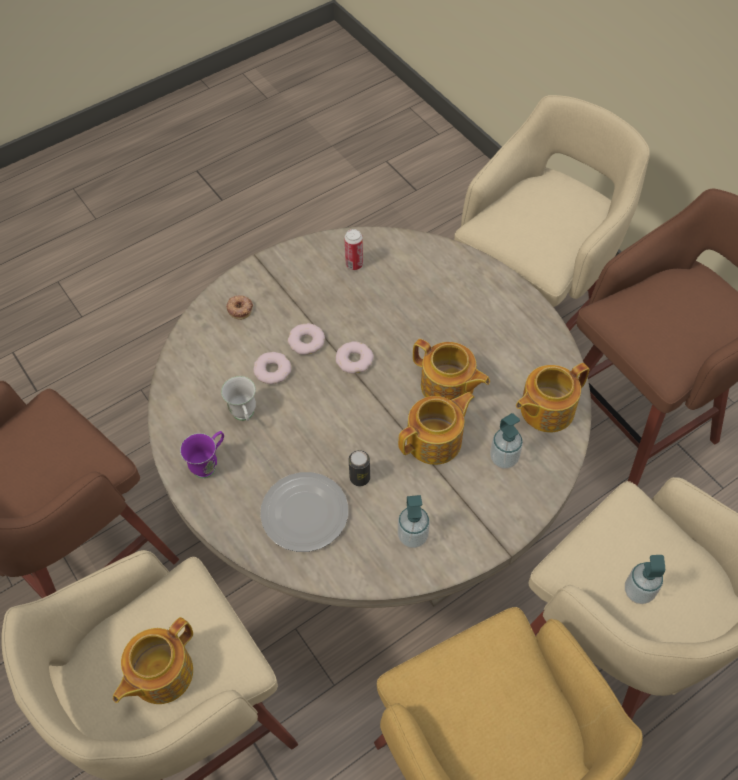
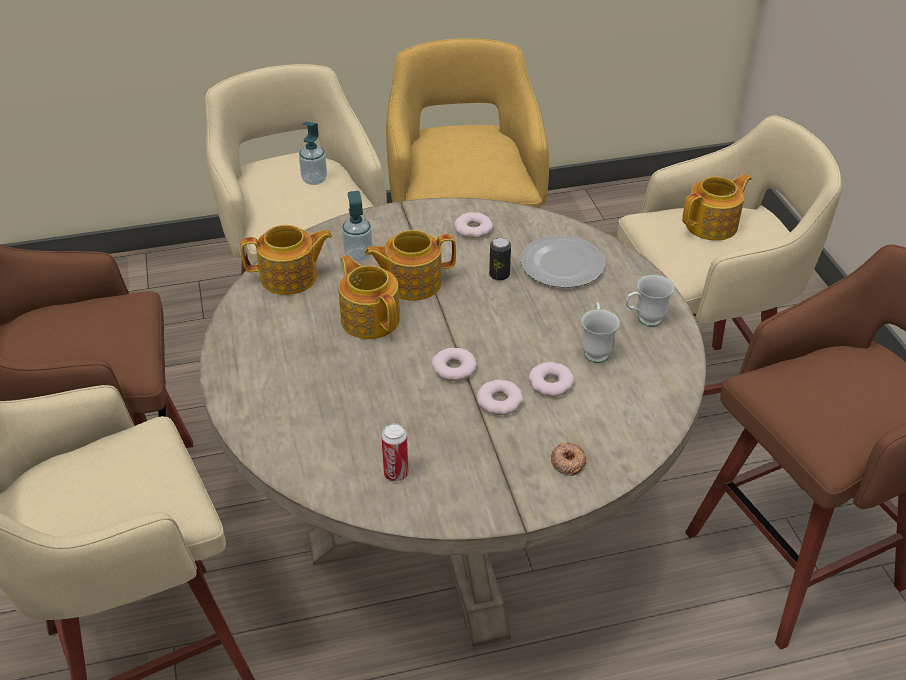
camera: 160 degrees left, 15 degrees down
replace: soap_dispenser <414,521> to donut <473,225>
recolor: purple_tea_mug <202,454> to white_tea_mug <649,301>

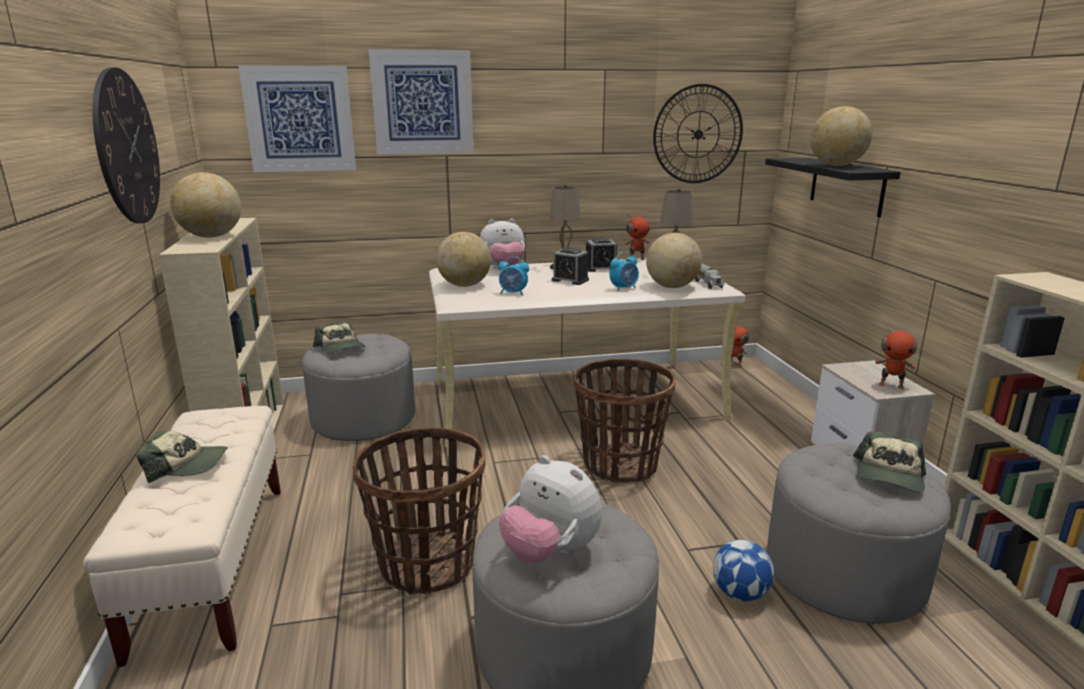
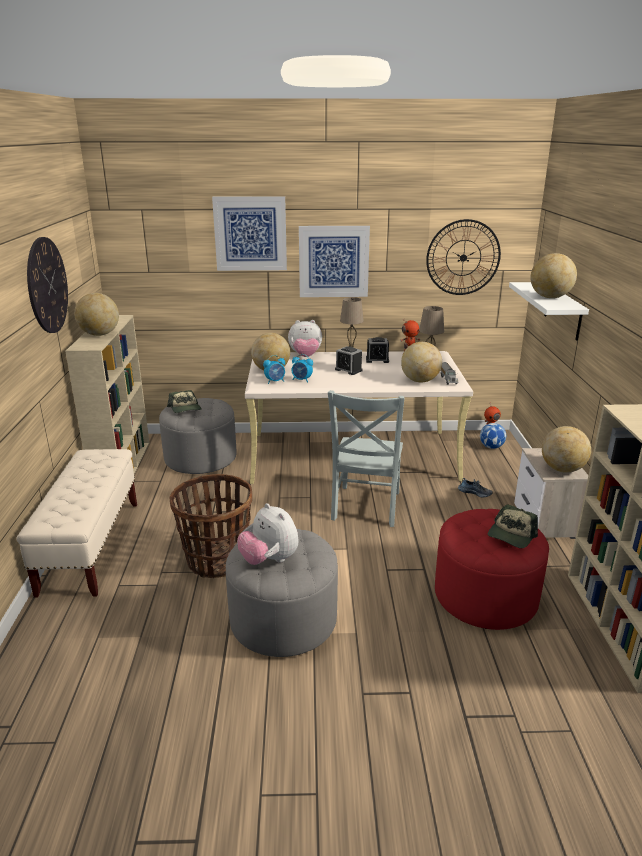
camera: 10 degrees right, 5 degrees up
delete: peaked_cap <182,457>
insert: item_of_footwear <475,487>
move: picture <297,118> to <334,261>; alarm_clock <624,271> to <274,369>; football <743,570> to <493,436>
replace: storage_basket <624,421> to grey_plain_chair <366,458>; model_robot <896,356> to desk_globe <566,449>
recolor: black-coloured_wall_shelf <833,187> to white_wall_shelf <549,311>; grey_ottoman <859,533> to reddish_ottoman <492,569>

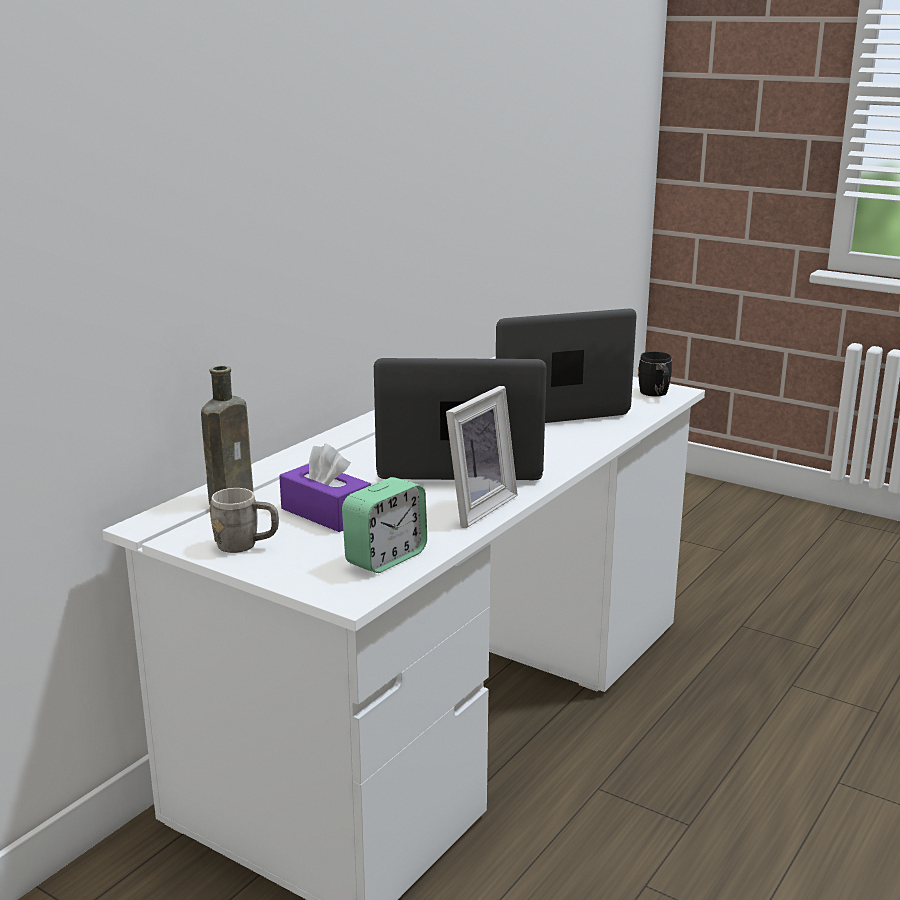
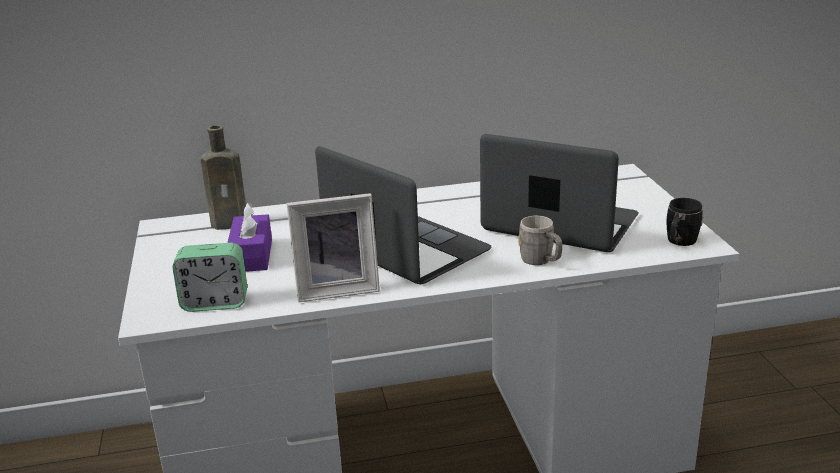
camera: 45 degrees right, 5 degrees up
move: grey_tea_mug <244,520> to <540,240>

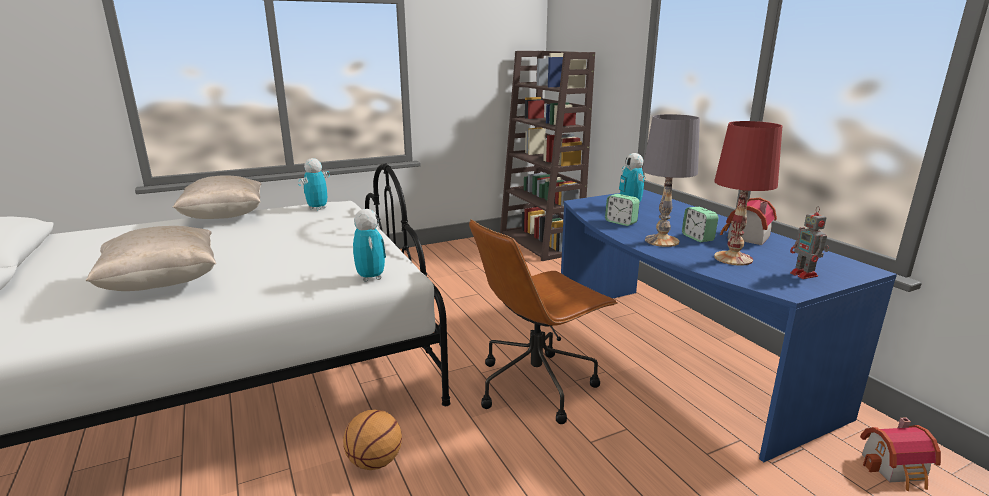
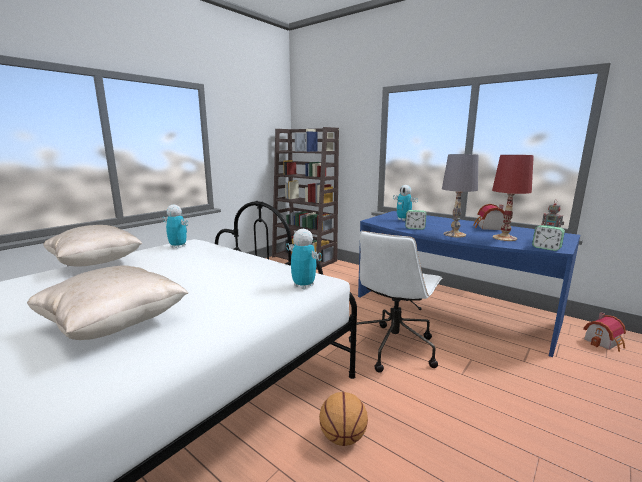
camera: 25 degrees left, 5 degrees down
move: alarm_clock <700,224> to <548,238>
recolor: brown_desk_chair <543,321> to white_desk_chair <396,302>
rotate: model_robot <314,184> = <175,226> 120 degrees clockwise

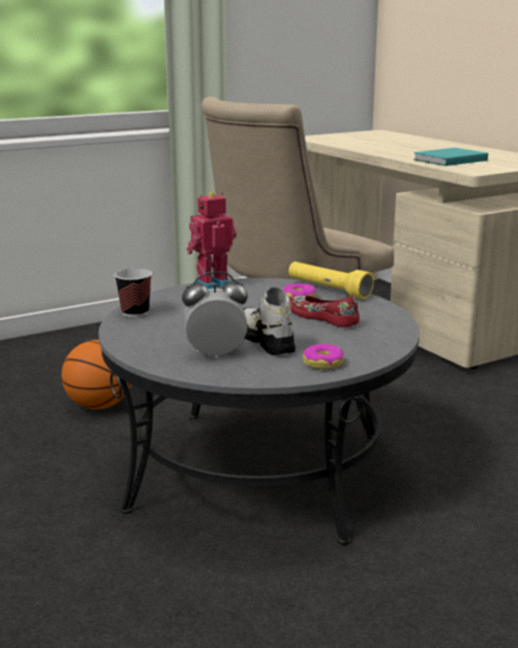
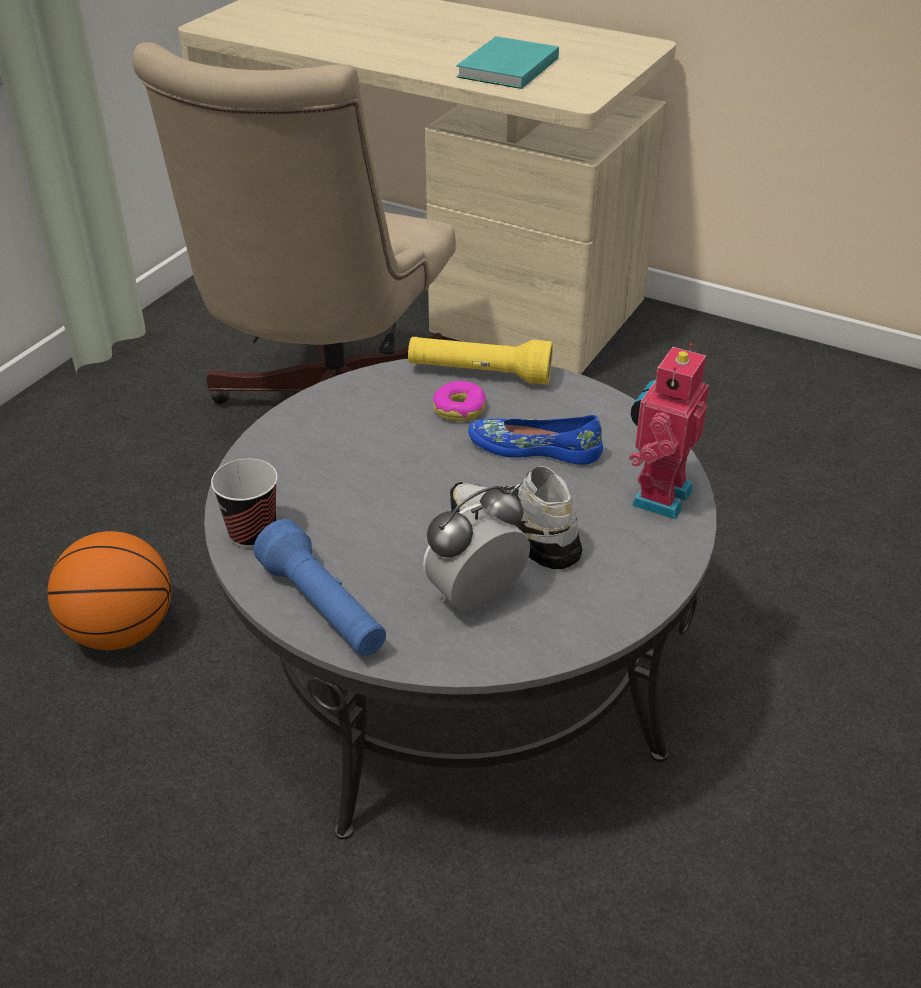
camera: 30 degrees left, 20 degrees up
delete: donut <323,356>
insert: blue_torch <320,587>
move: model_robot <211,240> to <669,431>
recolor: reddish_item_of_footwear <324,311> to blue_item_of_footwear <535,440>

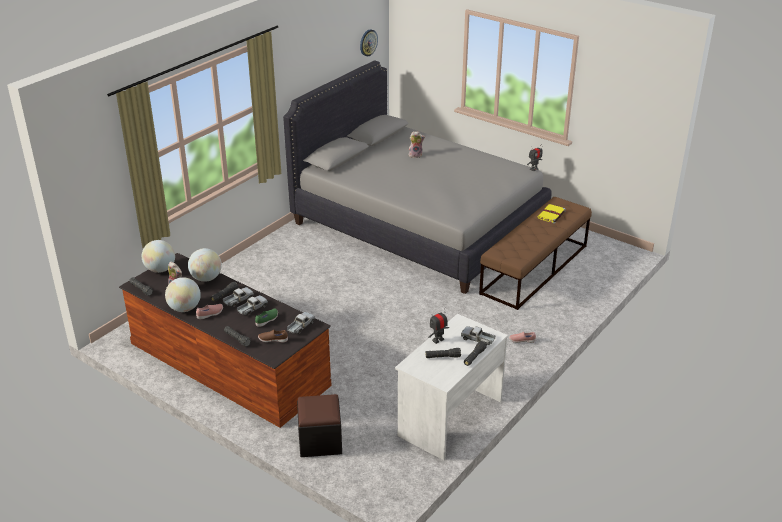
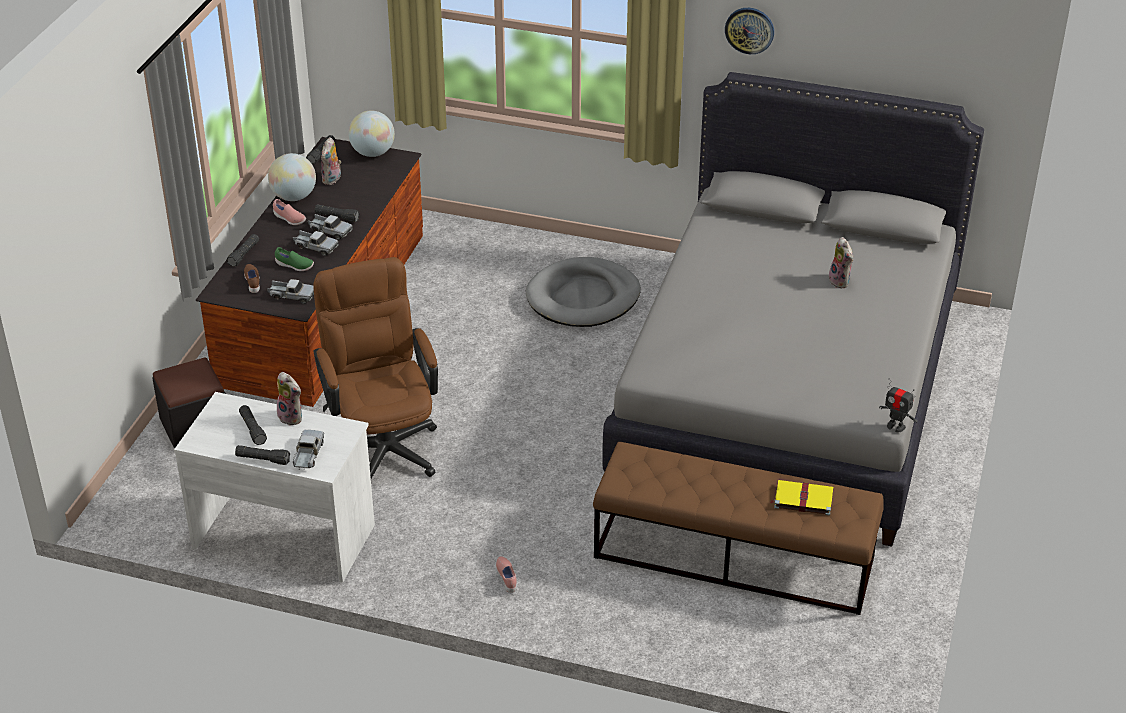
camera: 70 degrees right, 5 degrees up
delete: desk_globe <205,265>
insert: brown_desk_chair <375,368>; grey_pet_bed <583,292>
move: clock_on_the_wall <369,42> to <749,31>
replace: model_robot <438,325> to soft_toy <289,399>

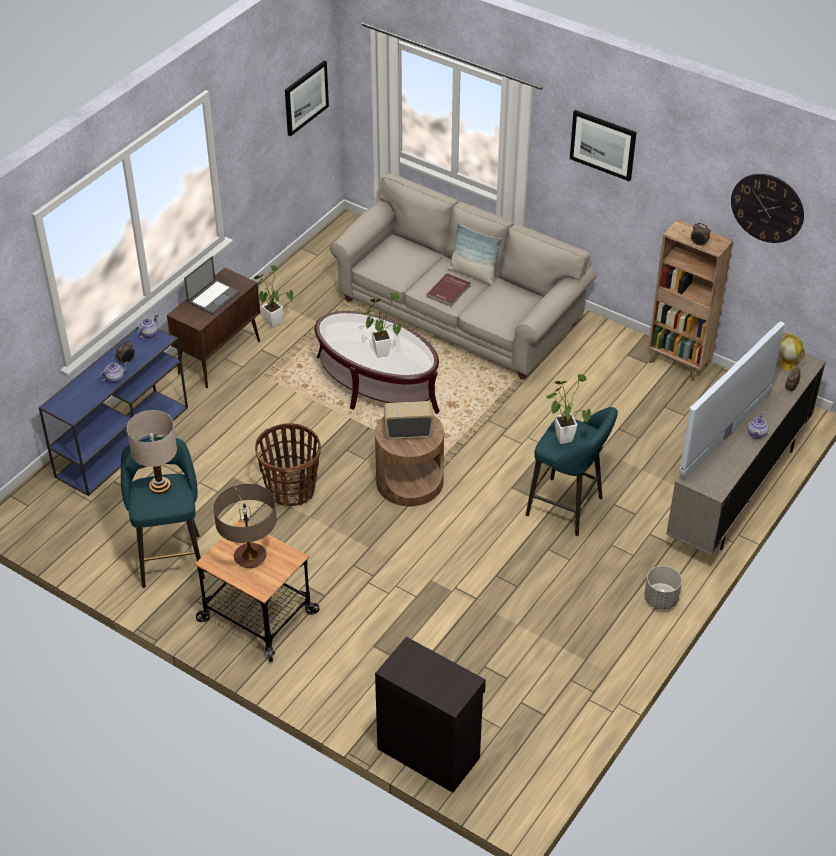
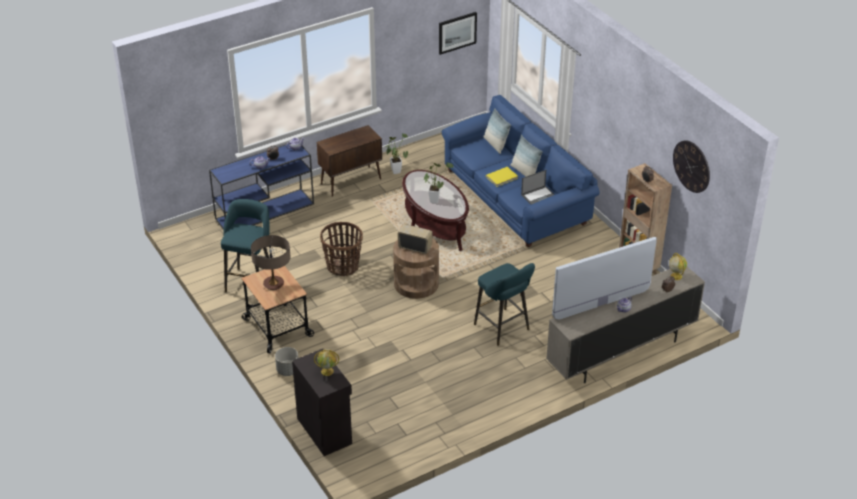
camera: 25 degrees right, 5 degrees down
delete: sand-coloured_tabletop_lamp <152,452>; plant_in_a_pot <568,409>; picture <603,145>
insert: desk_globe <326,362>; pillow <497,131>
move: portable_computer <212,285> to <538,187>; grey_plant_pot <663,588> to <286,361>
recolor: sand-coloured_settee <462,276> to blue_settee <521,171>; reddish_book <449,289> to yellow-coloured_book <502,177>

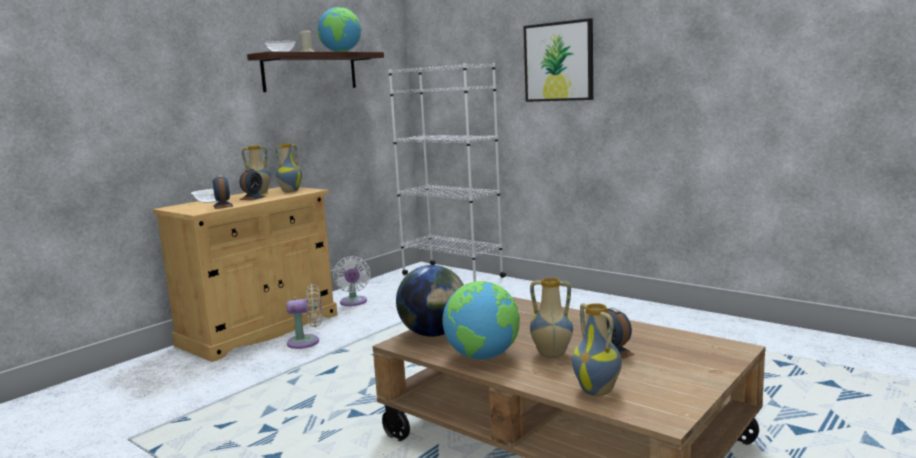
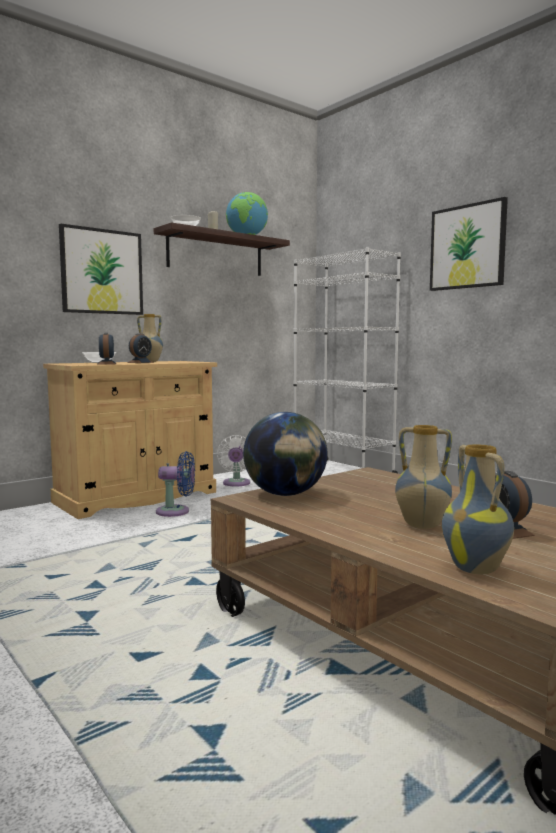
camera: 10 degrees right, 5 degrees down
delete: decorative_vase <288,168>; desk_globe <481,320>
insert: picture <101,269>
recolor: sand-coloured_cooling_fan <304,316> to blue_cooling_fan <175,484>

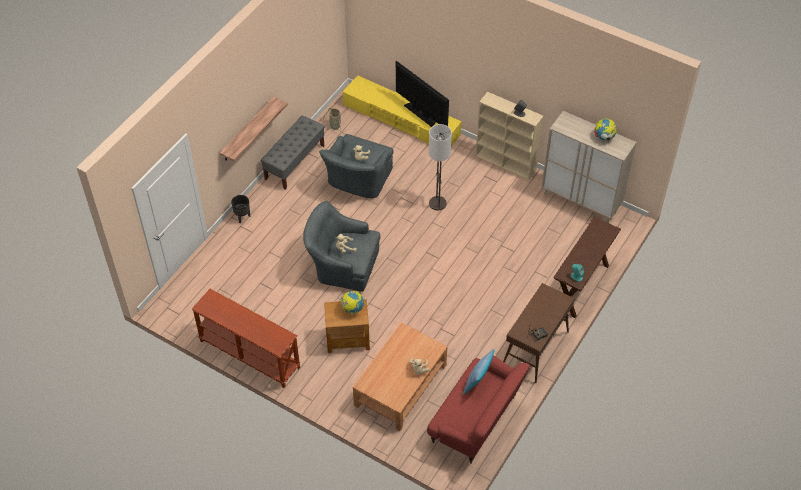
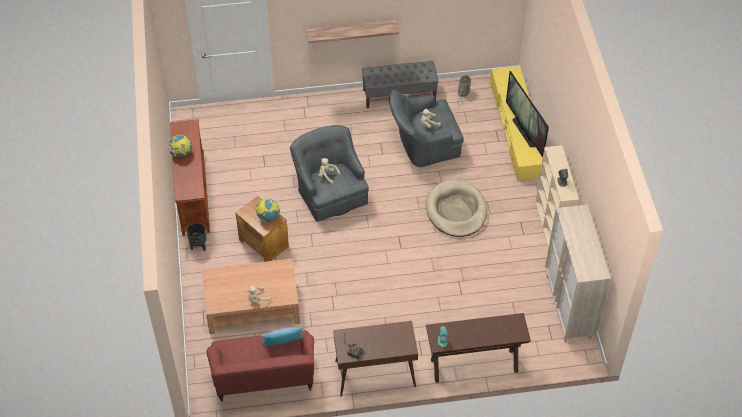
camera: 50 degrees right, 0 degrees up
move: black-coloured_plant_pot <240,209> to <197,237>; desk_globe <606,129> to <180,145>
replace: standard_lamp <440,167> to sand-coloured_pet_bed <456,208>
rotate: TV_set <422,94> = <527,114> 150 degrees clockwise

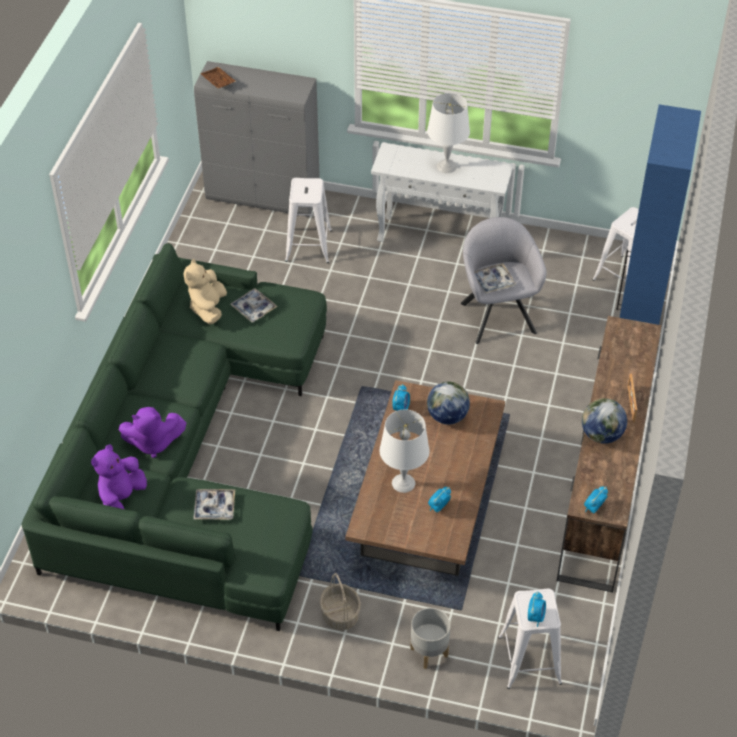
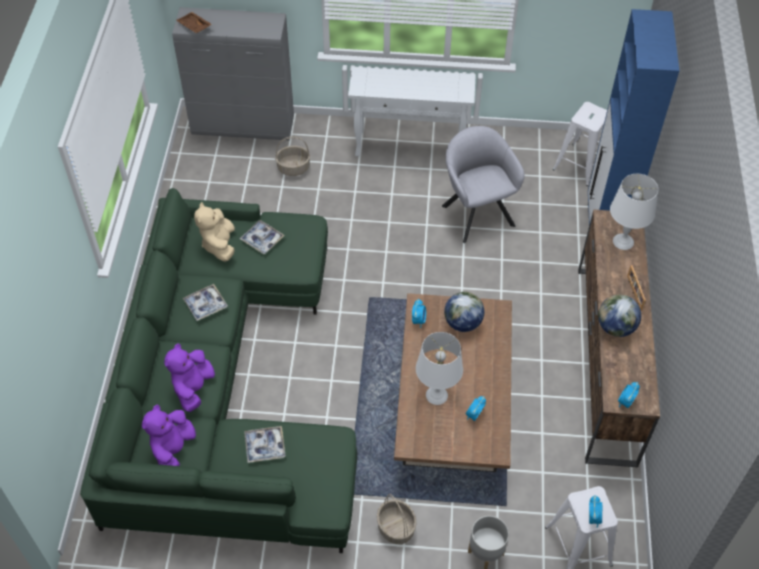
camera: 10 degrees left, 5 degrees up
move: white_tabletop_lamp <448,133> to <634,212>; carrying_tray <495,278> to <205,302>
replace: white_stool <308,220> to storage_basket <292,156>
rotate: purple_soft_toy <152,432> = <189,377> 120 degrees clockwise

